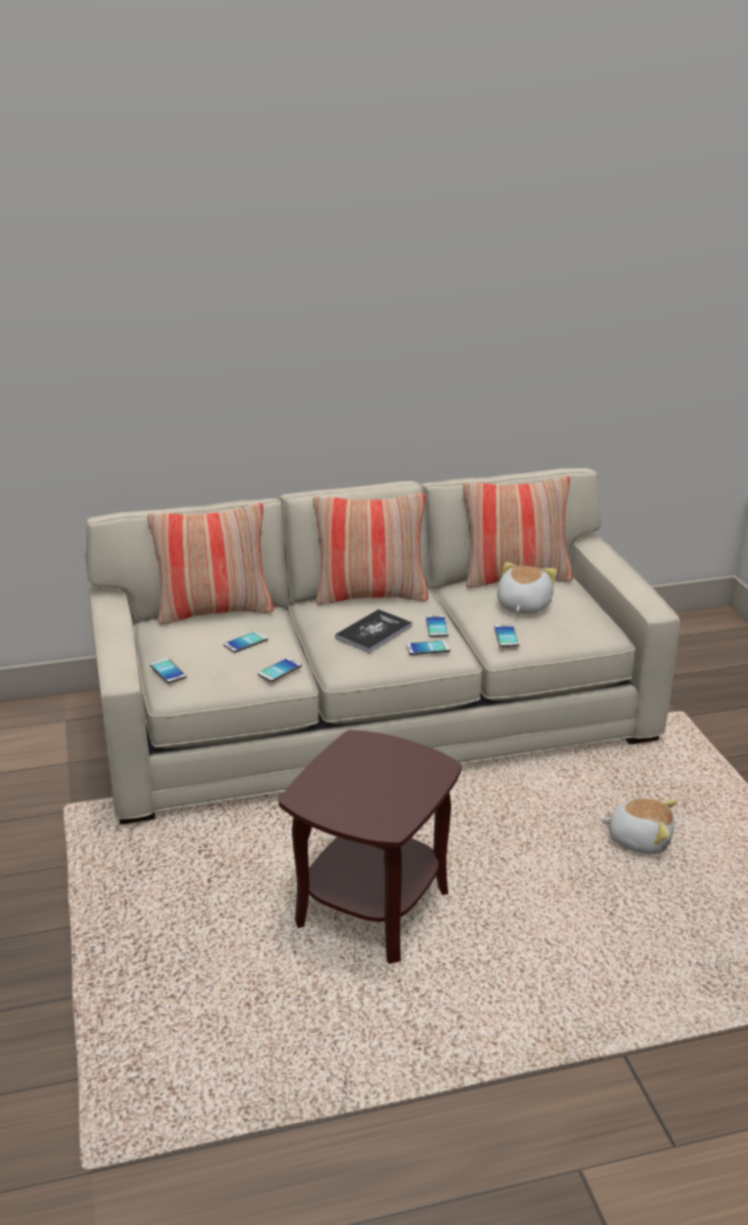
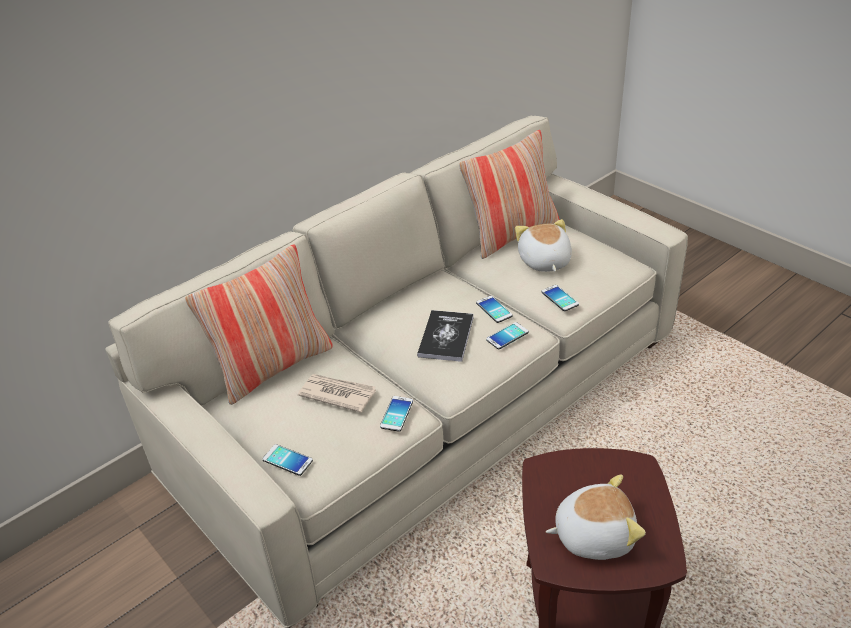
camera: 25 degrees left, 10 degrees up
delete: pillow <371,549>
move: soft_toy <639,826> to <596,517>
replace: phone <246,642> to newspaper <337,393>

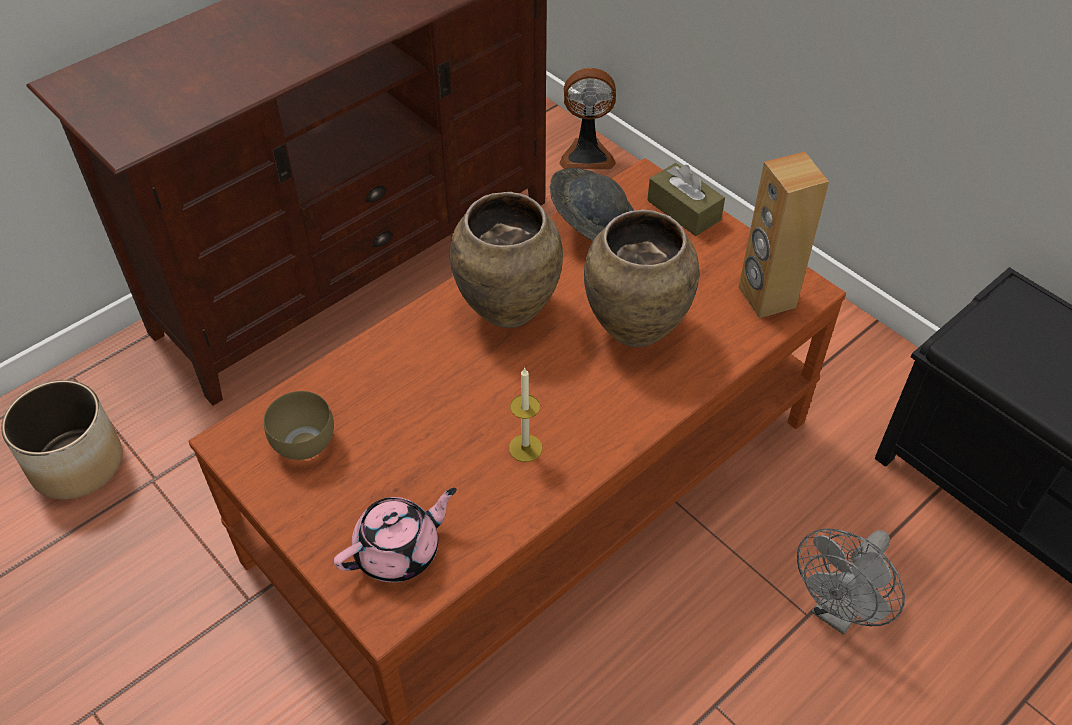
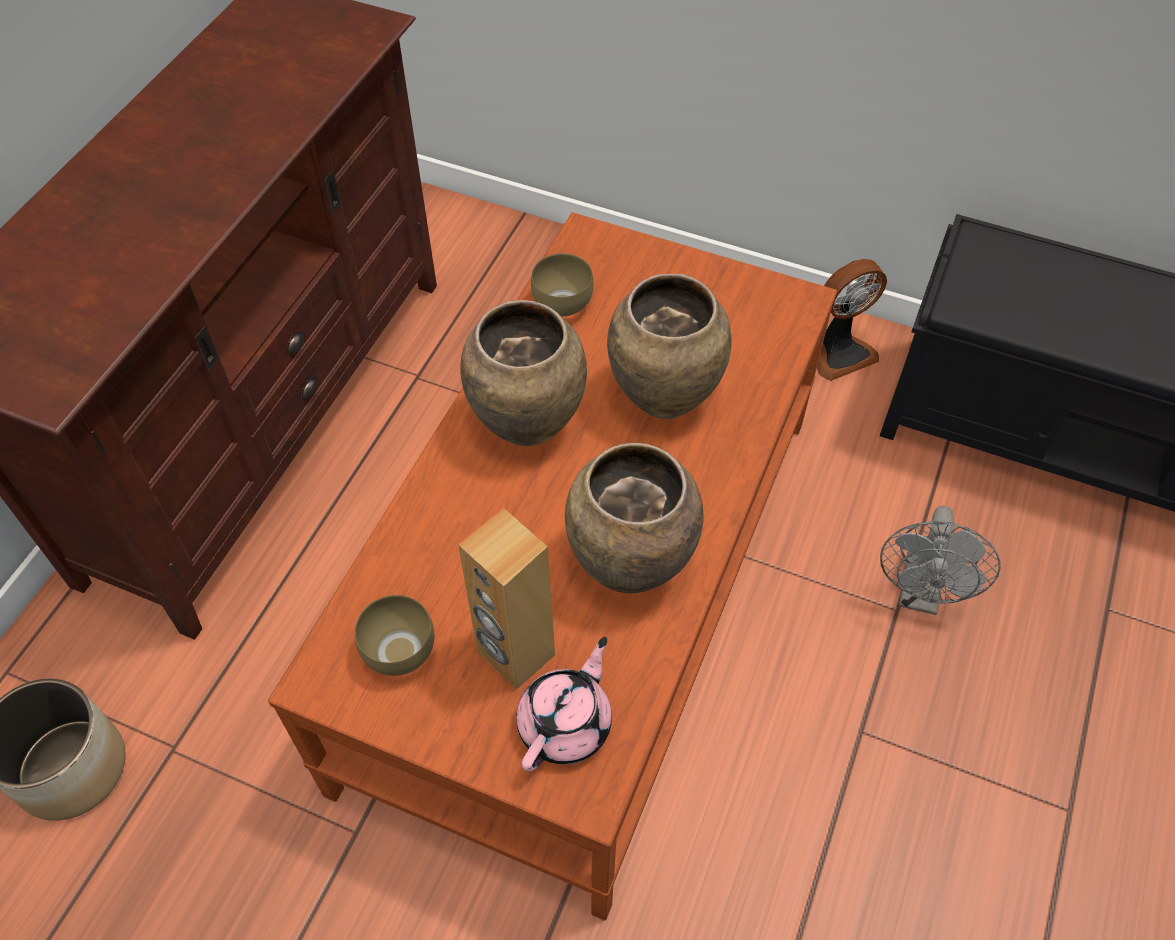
camera: 25 degrees left, 5 degrees up
delete: brown_tissue_box <686,199>
move: cooling_fan <588,118> to <852,320>; brown_loudspeaker <783,235> to <506,599>
replace: wax_candle <525,414> to brown_decorative_vase <634,518>; grey_wearable_hat <592,204> to brown_deep_dish <562,285>

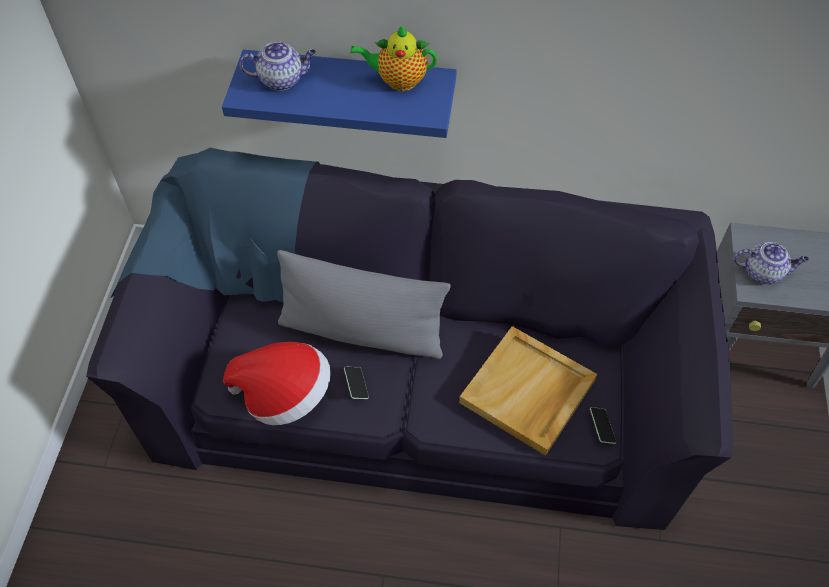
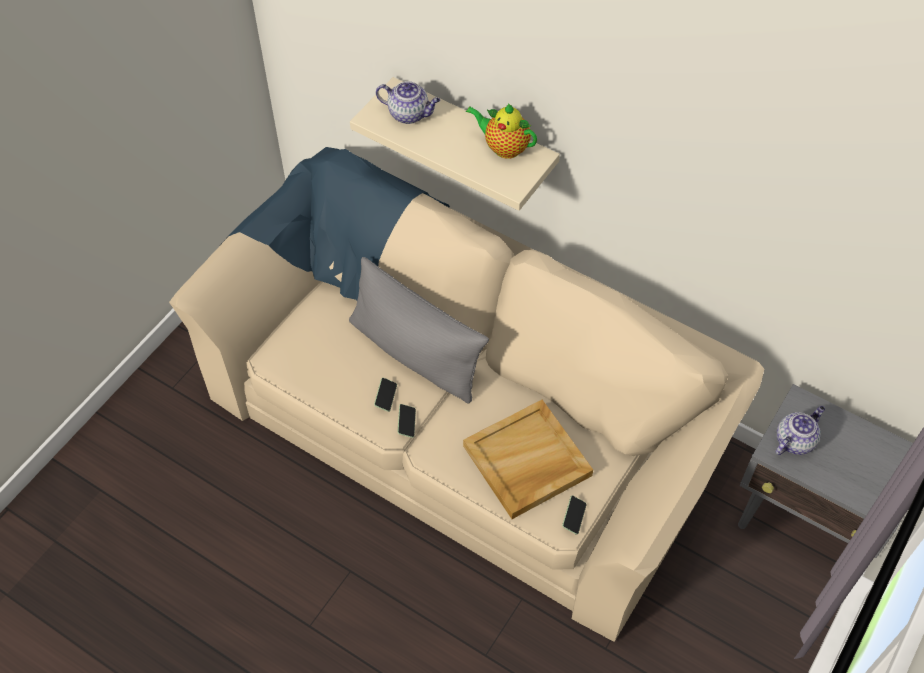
camera: 25 degrees right, 0 degrees up
delete: wearable_hat <277,383>
insert: phone <406,421>
recolor: black-coloured_settee <410,339> to sand-coloured_settee <466,394>; blue_wall_shelf <339,94> to sand-coloured_wall_shelf <455,144>
rotate: teapot <771,263> = <800,430> 75 degrees counterclockwise

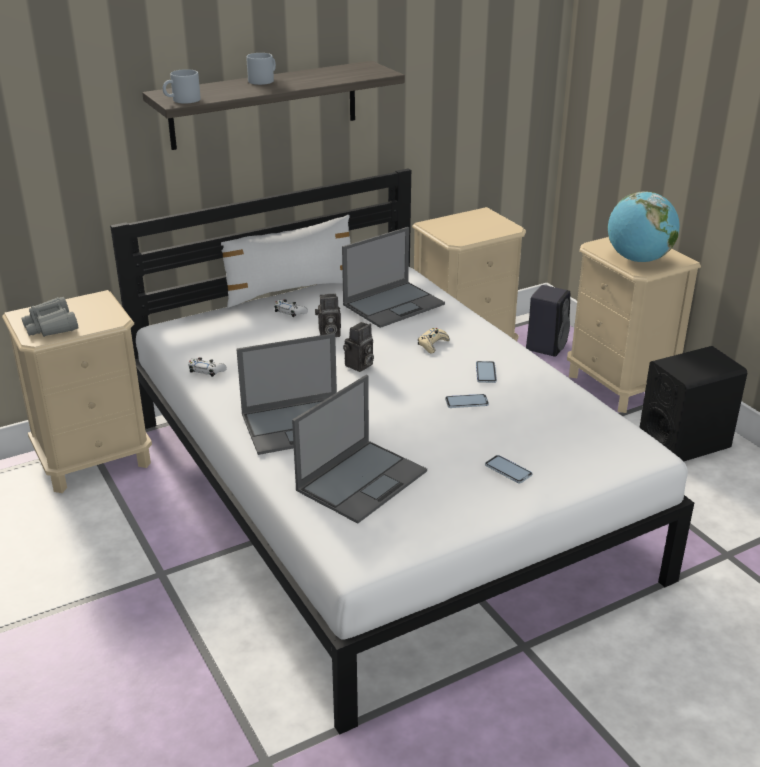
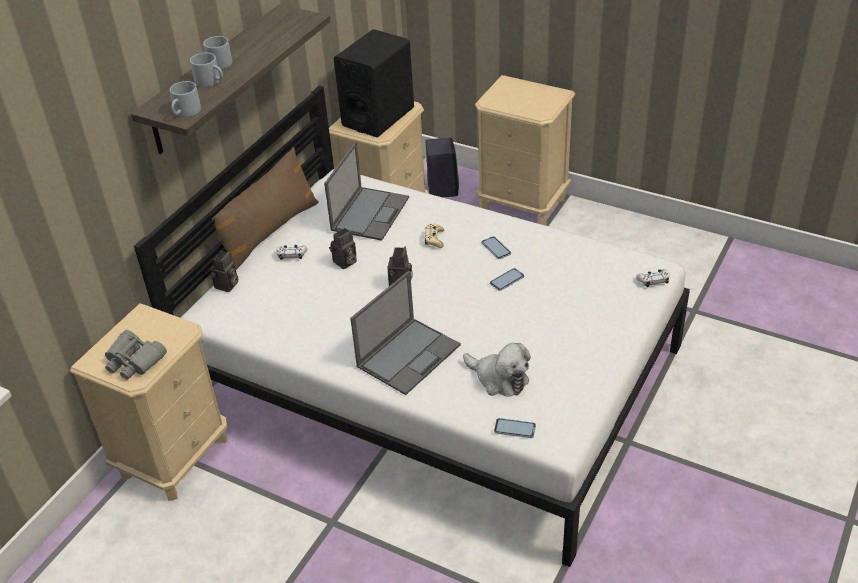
camera: 30 degrees left, 10 degrees up
delete: desk_globe <643,227>
insert: grey_tea_mug <206,70>; still_camera <224,271>
move: white_gamepad <207,367> to <653,278>; phone <508,469> to <515,428>; black-coloured_loudspeaker <693,403> to <374,83>
replace: portable_computer <359,449> to soft_toy <497,370>
recolor: white_pillow <285,261> to brown_pillow <263,208>

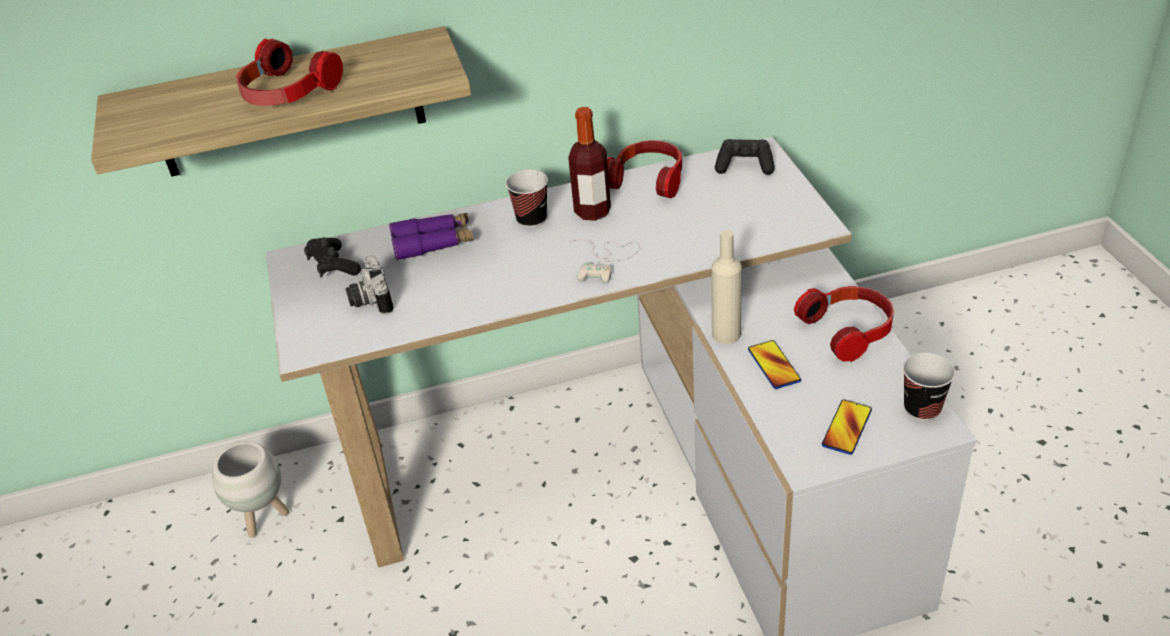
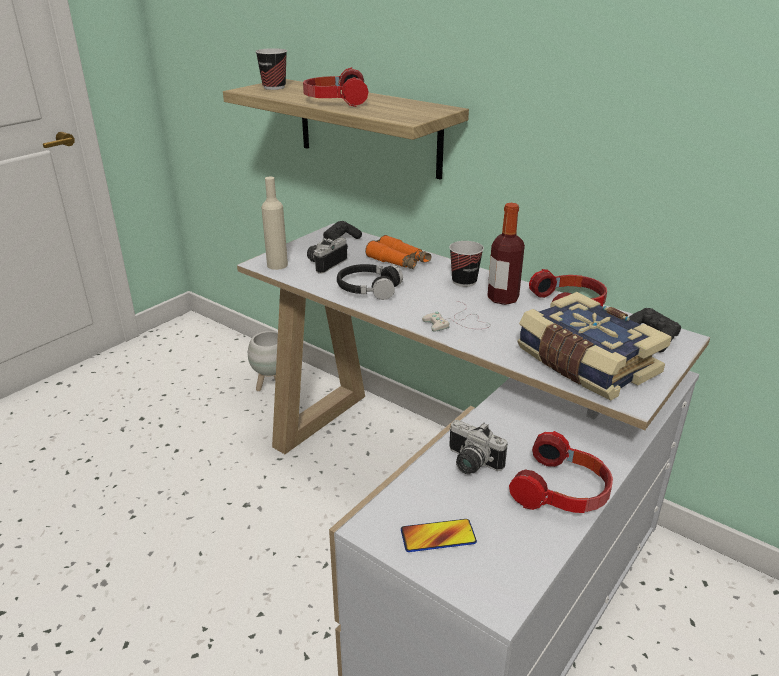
camera: 50 degrees right, 10 degrees down
insert: black-coloured_headphones <370,282>; book <594,346>
move: sand-coloured_beverage_bottle <726,287> to <274,223>; cup <929,386> to <271,69>
replace: phone <774,364> to still_camera <478,447>
recolor: purple_binoculars <431,236> to orange_binoculars <398,252>

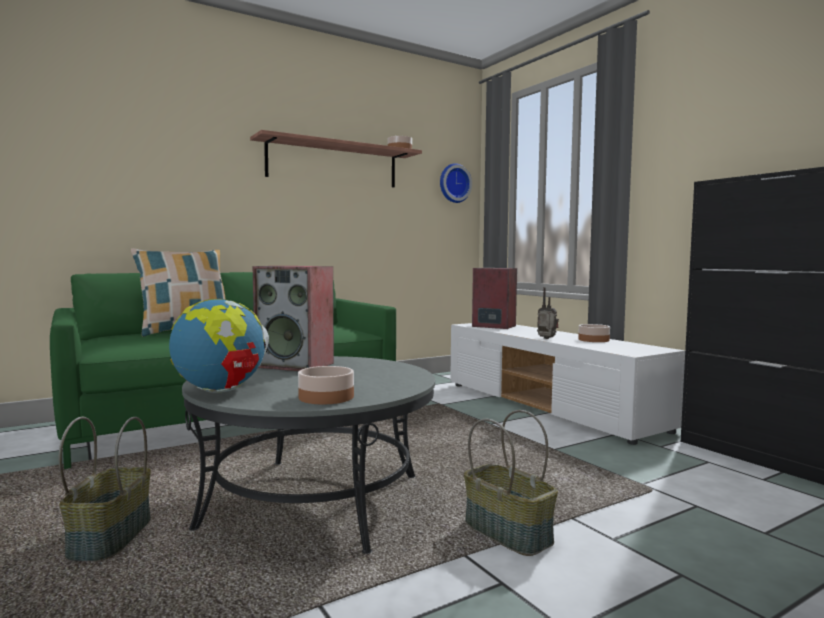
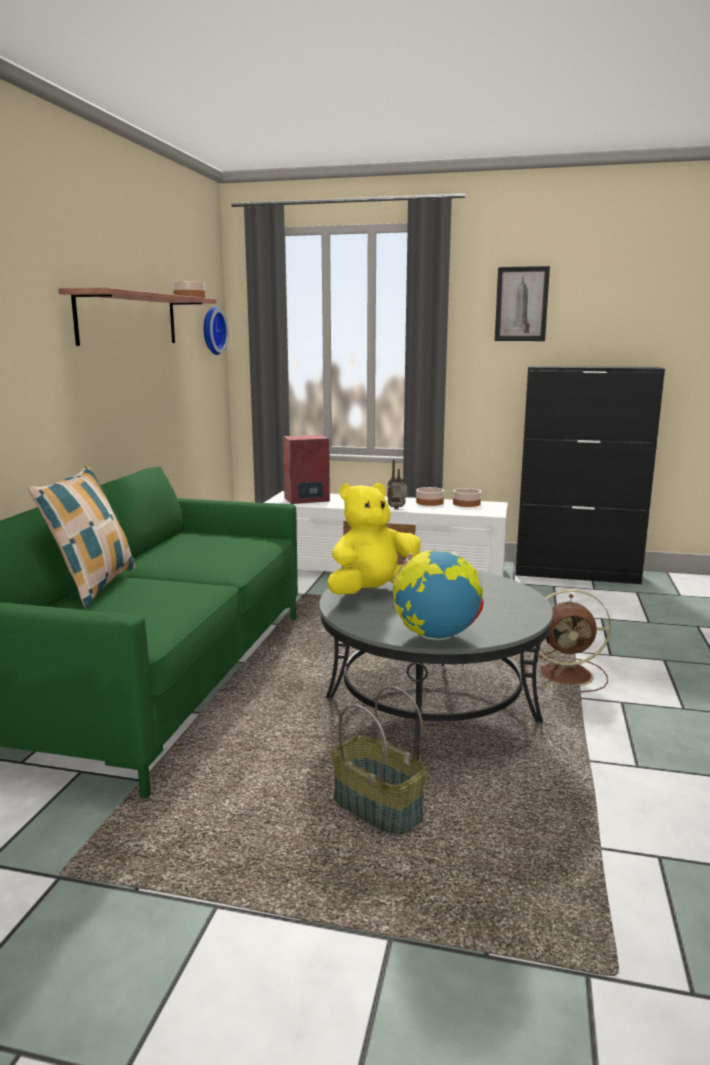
camera: 45 degrees left, 10 degrees up
insert: picture <522,303>
move: deep_dish <326,385> to <467,497>
replace: loudspeaker <293,318> to yellow-coloured_soft_toy <374,539>; storage_basket <511,483> to brown_cooling_fan <567,640>

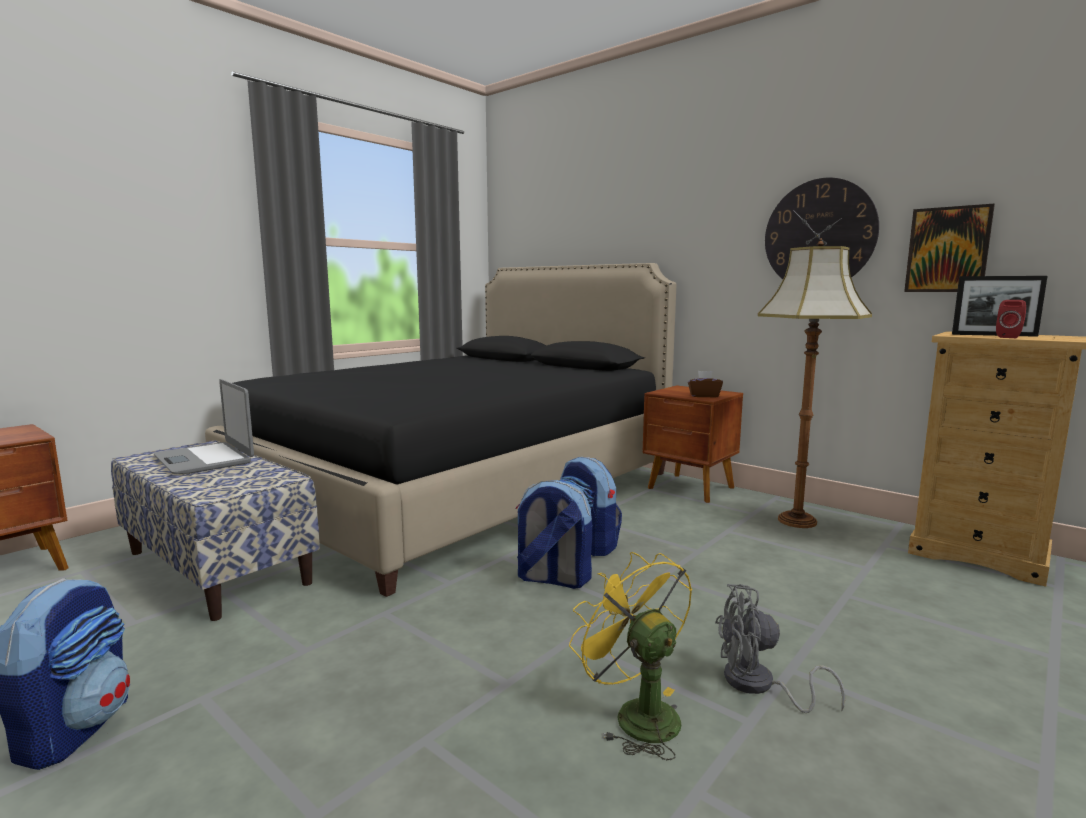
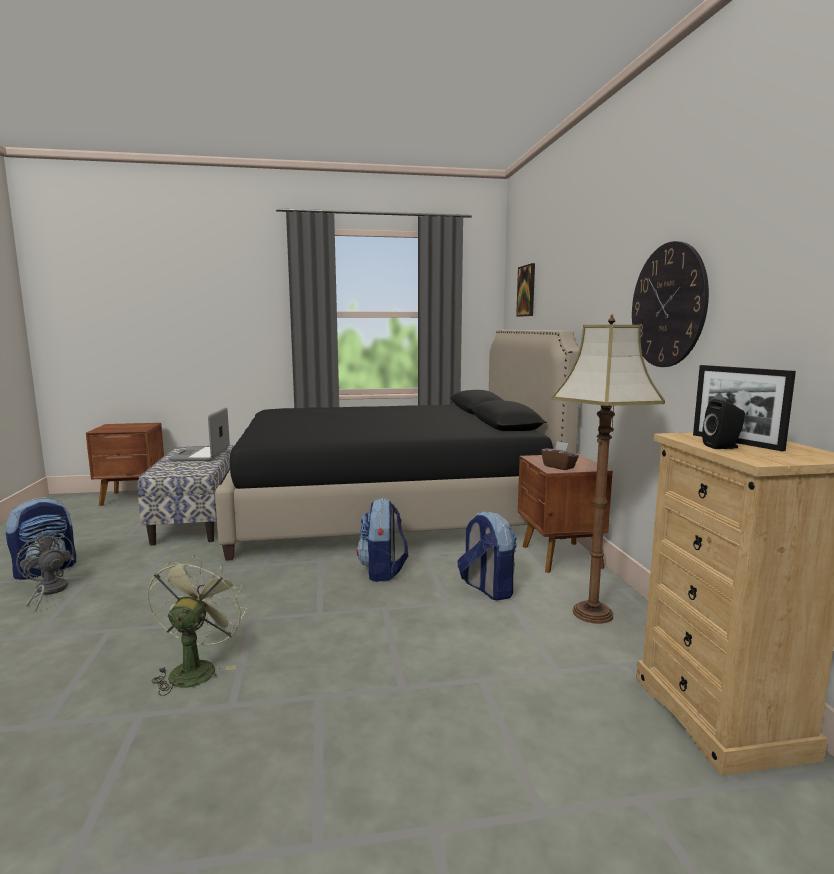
camera: 40 degrees right, 0 degrees up
move: rucksack <553,534> to <487,555>; grey_cooling_fan <780,648> to <45,571>; picture <949,248> to <525,290>
recolor: yellow-coloured_cooling_fan <630,656> to green-coloured_cooling_fan <197,625>; reddish_loudspeaker <1011,319> to black-coloured_loudspeaker <723,424>

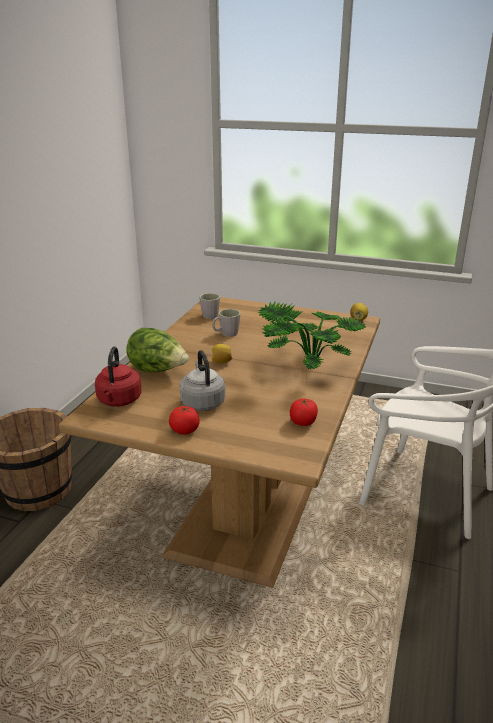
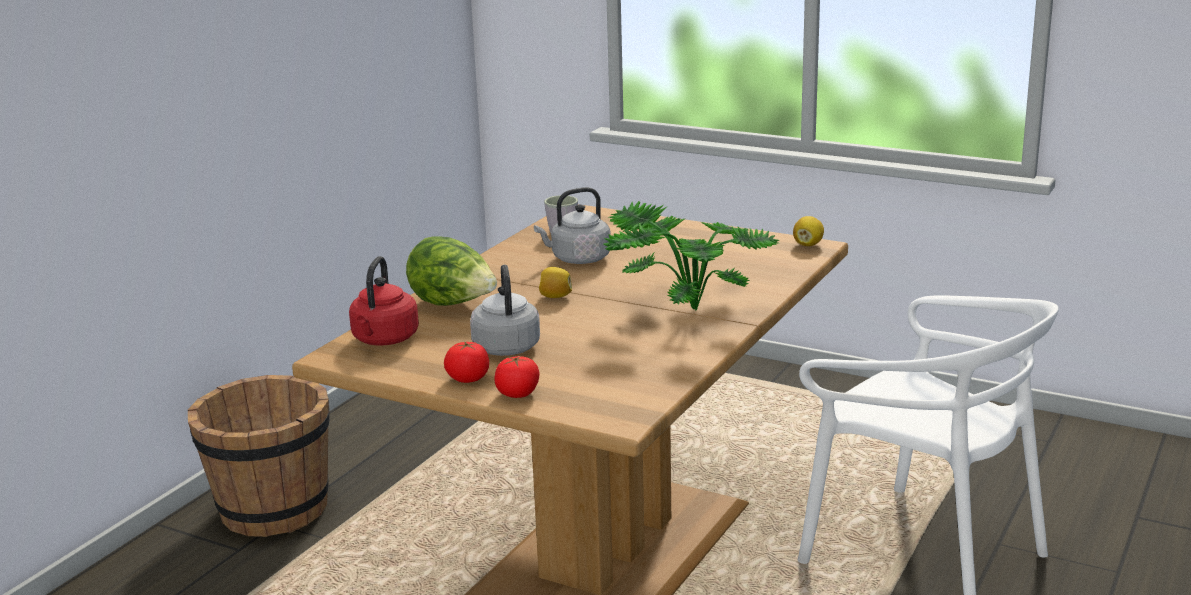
camera: 10 degrees right, 5 degrees down
move: fresh_tomato <304,412> to <517,377>
replace: grey_tea_mug <226,323> to grey_tea_kettle <572,225>

